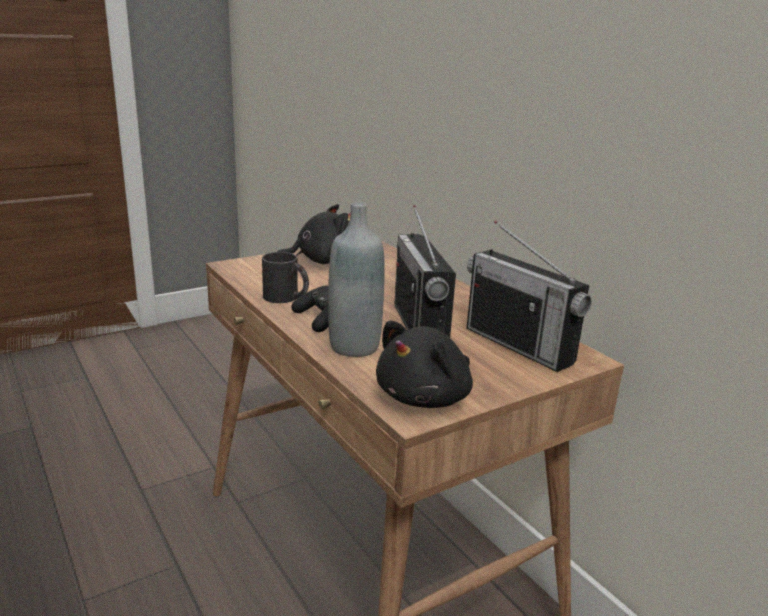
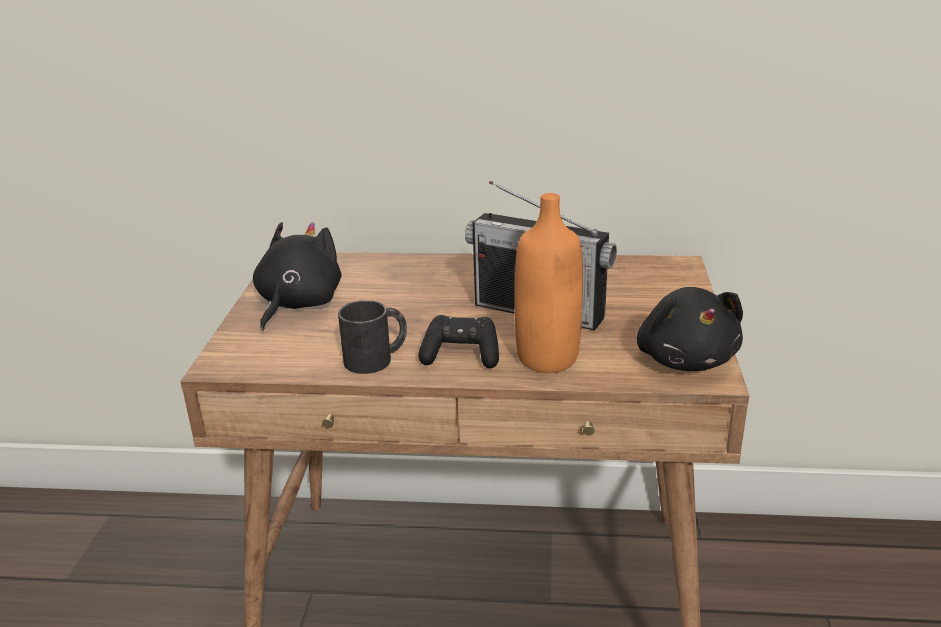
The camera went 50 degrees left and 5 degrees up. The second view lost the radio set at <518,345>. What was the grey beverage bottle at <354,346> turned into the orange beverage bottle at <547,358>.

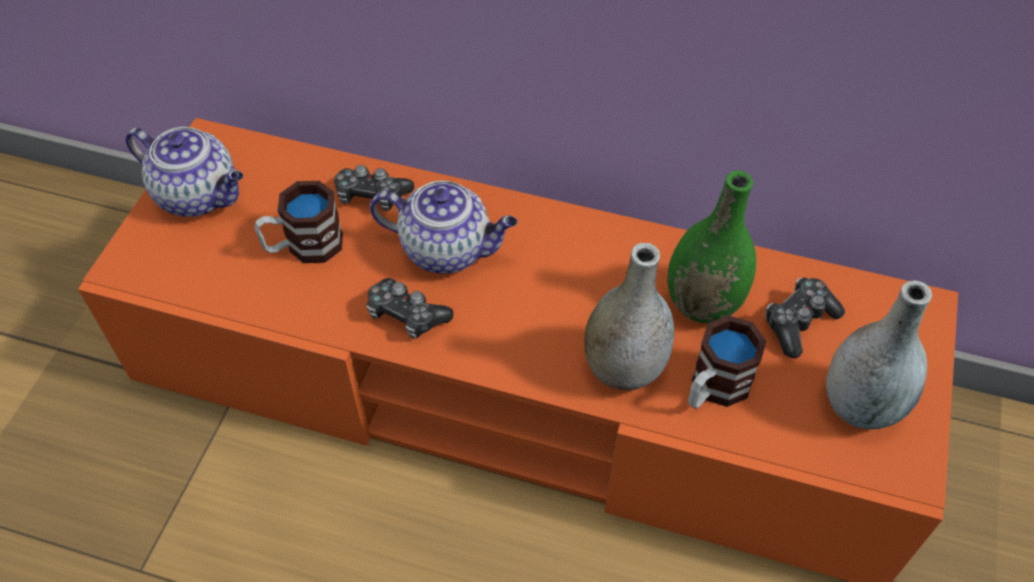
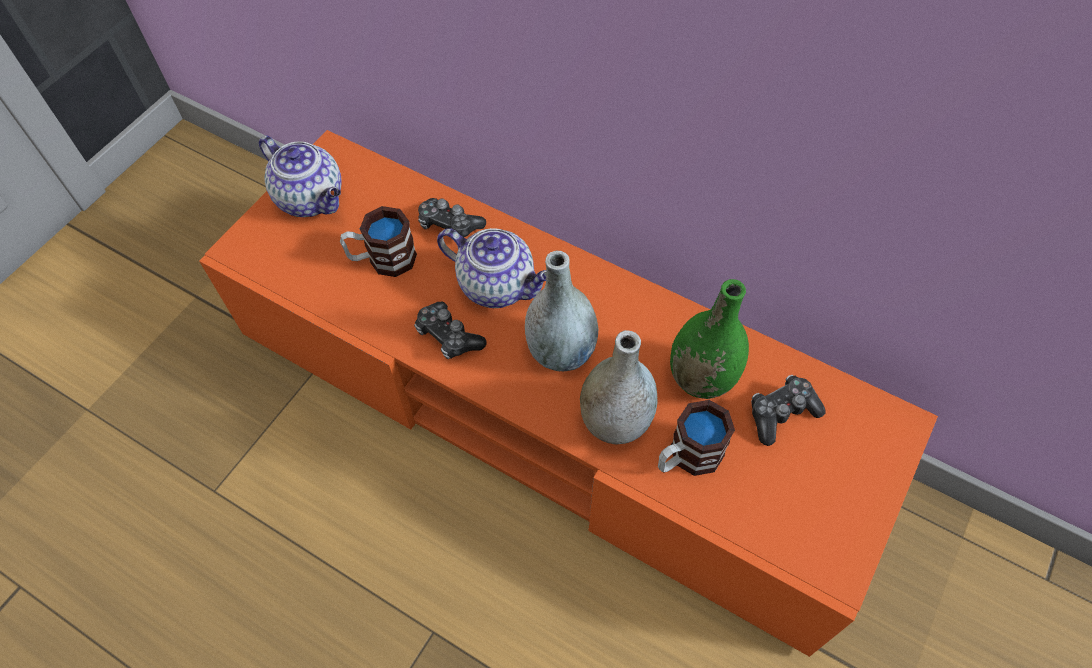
The camera went 15 degrees right and 5 degrees up. The grey decorative vase ended up elsewhere, having gone from <859,406> to <561,353>.

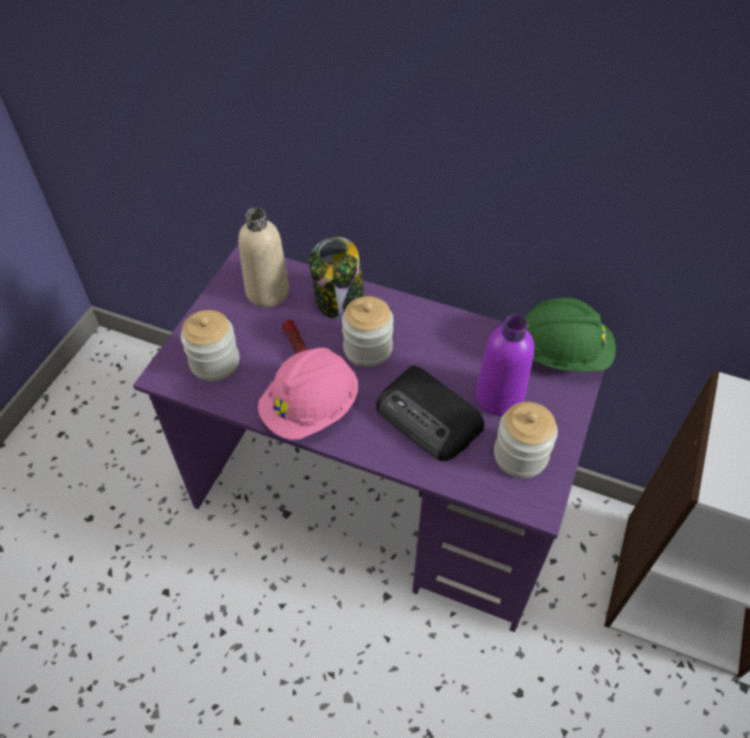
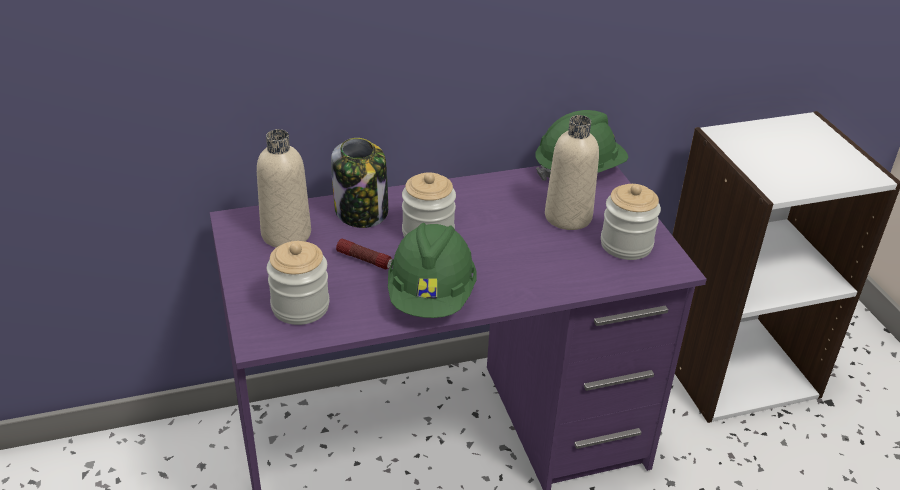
The camera went 40 degrees left and 15 degrees down. The second view lost the radio set at <429,419>. What was the pink-coloured safety helmet at <311,409> turned into the green-coloured safety helmet at <431,296>. What was the purple beverage bottle at <499,397> turned into the beige beverage bottle at <568,217>.

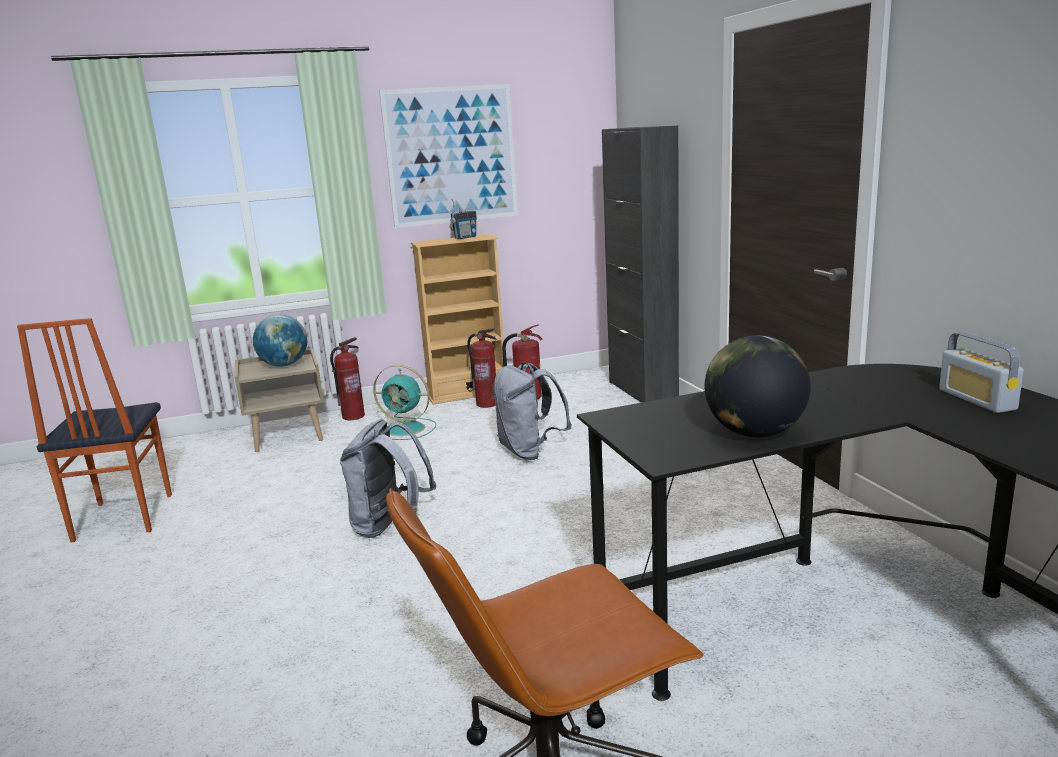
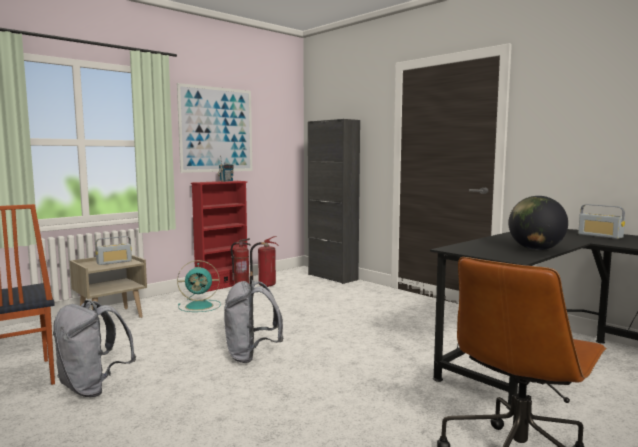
The camera went 25 degrees left and 10 degrees down. The second view lost the fire extinguisher at <353,416>. The grey knapsack ended up elsewhere, having gone from <530,452> to <93,388>. Where the world globe stood at <284,365>, the radio set came to stand at <114,262>. What was the beige shelving unit at <467,394> turned into the red-coloured shelving unit at <222,285>.

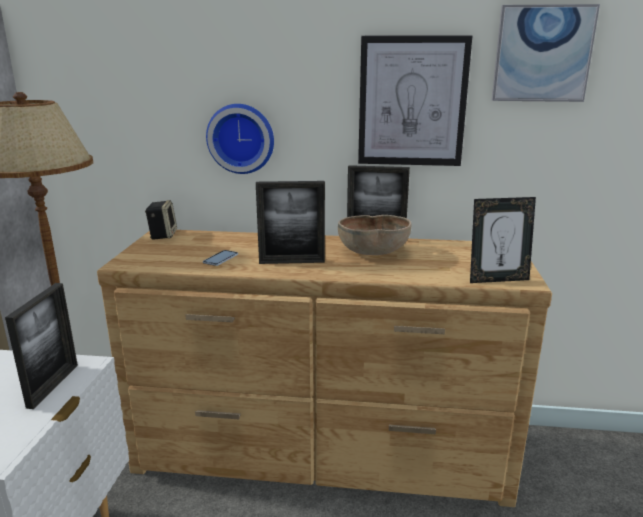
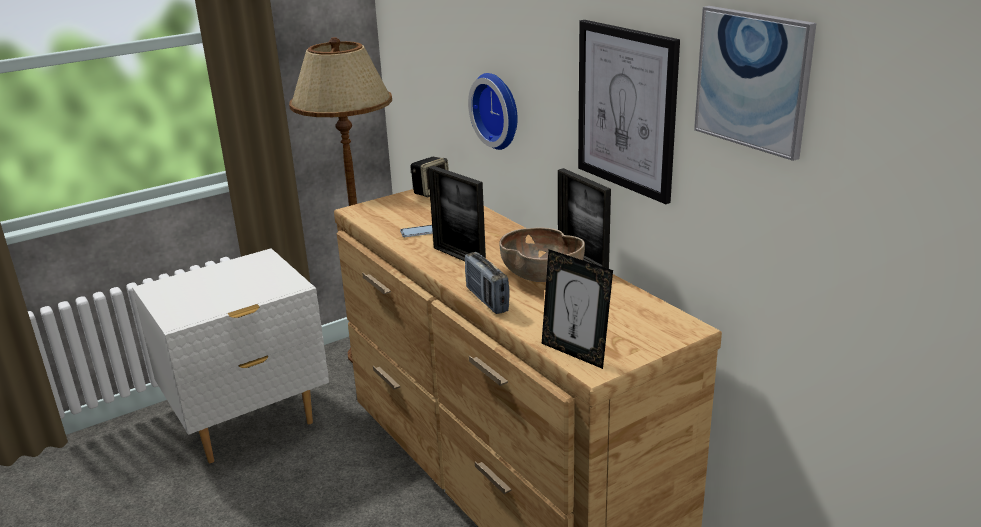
The camera went 50 degrees right and 5 degrees up. The second view lost the photo frame at <53,385>. The second view gained the radio set at <487,300>.

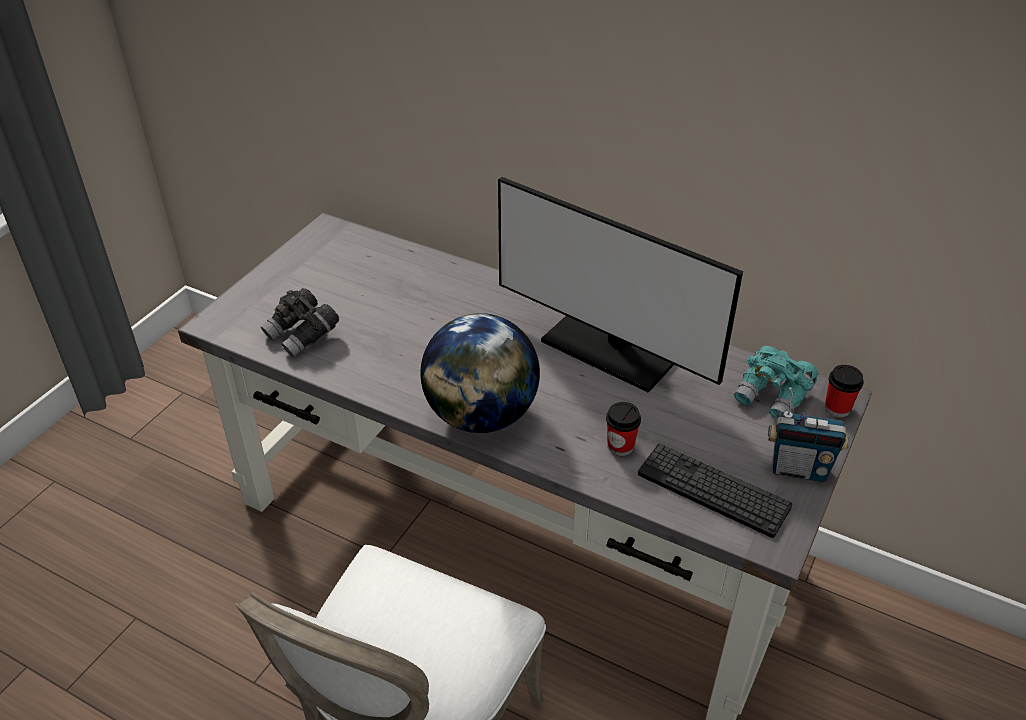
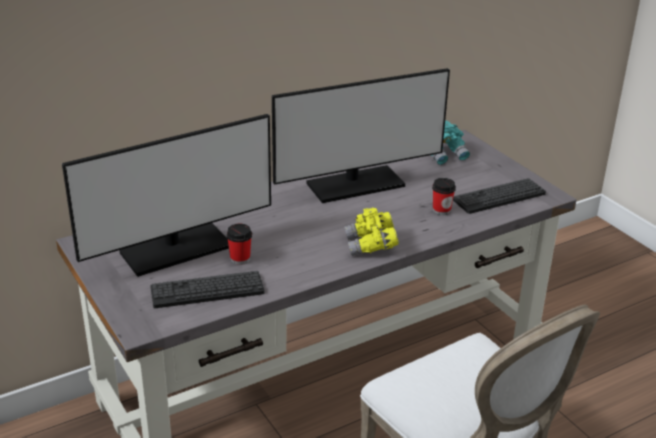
The camera went 60 degrees left and 10 degrees down. The second view lost the radio set at <798,469>. The second view gained the computer display at <176,250>. The drinking cup ended up elsewhere, having gone from <837,408> to <240,259>. Where the grey field glasses stood at <303,335>, the keyboard came to stand at <207,290>. Where the world globe stood at <481,416>, the yellow field glasses came to stand at <371,246>.

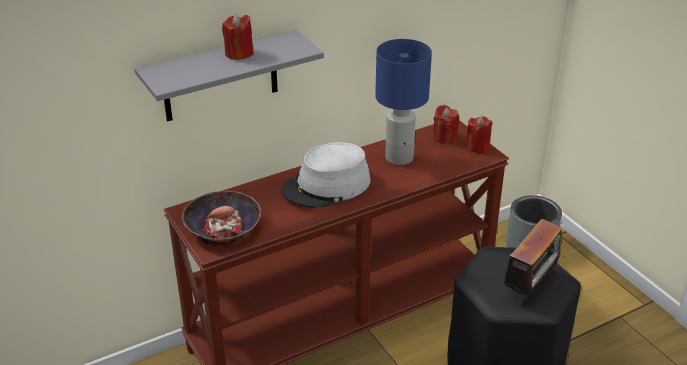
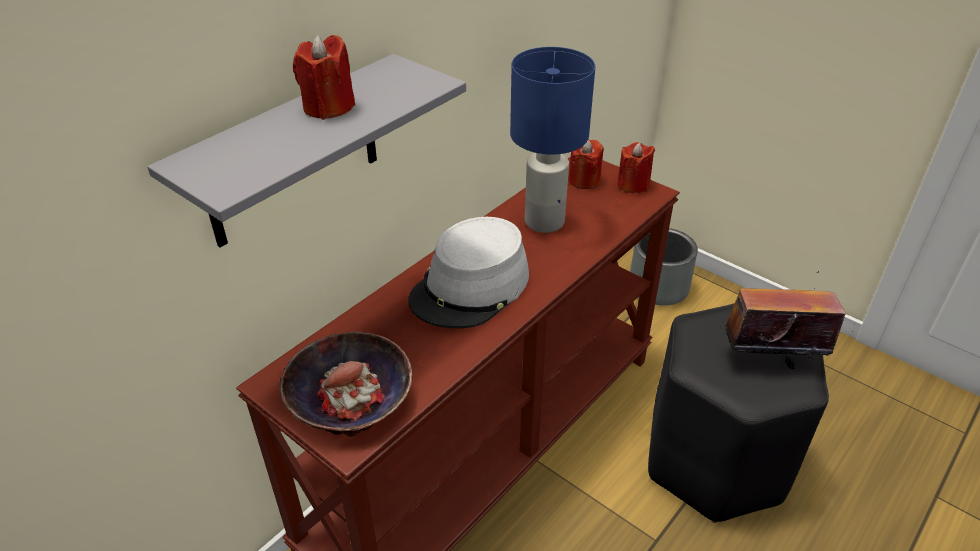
The camera went 20 degrees left and 5 degrees up. The radio set at <530,287> ended up facing another way, 105 degrees counterclockwise from before.

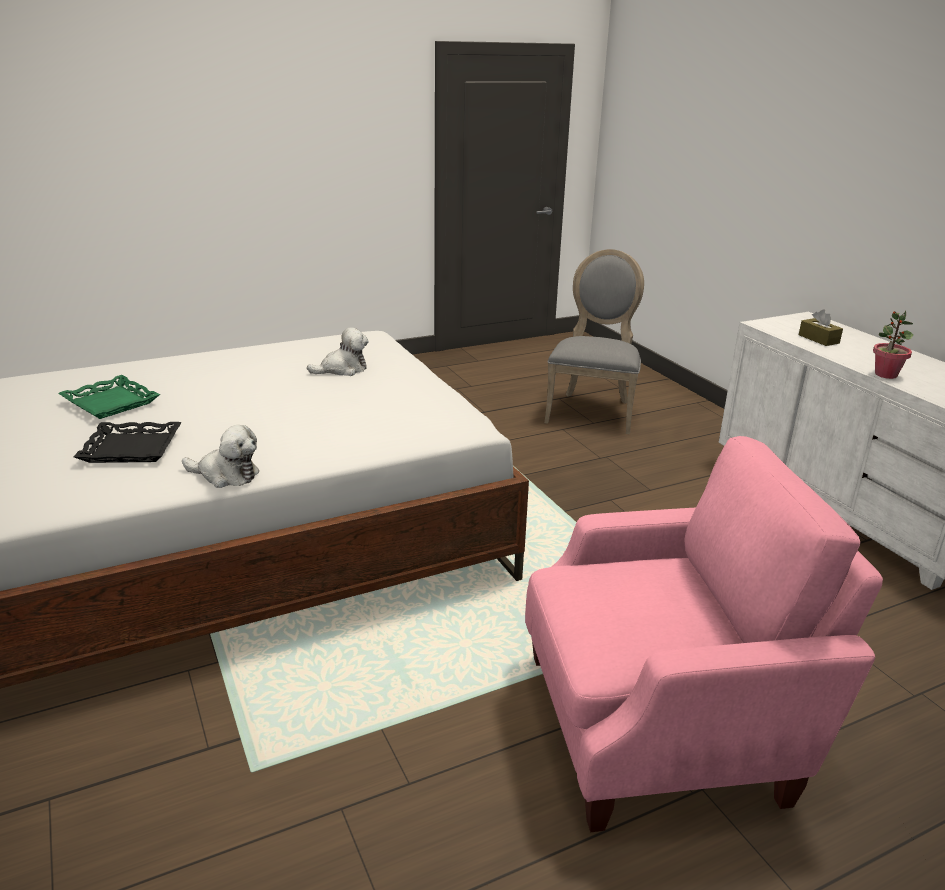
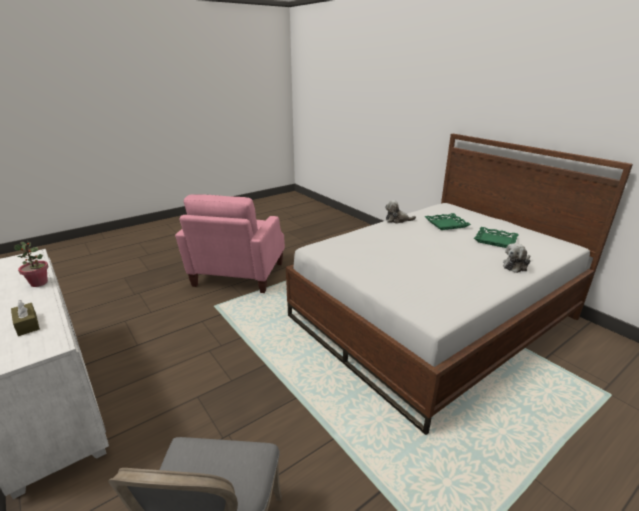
The camera went 170 degrees right and 0 degrees up. The cuddly toy ended up elsewhere, having gone from <342,369> to <516,266>. What was the black tray at <132,448> turned into the green-coloured tray at <446,224>. The pink-coloured easy chair at <660,725> ended up facing another way, 60 degrees counterclockwise from before.

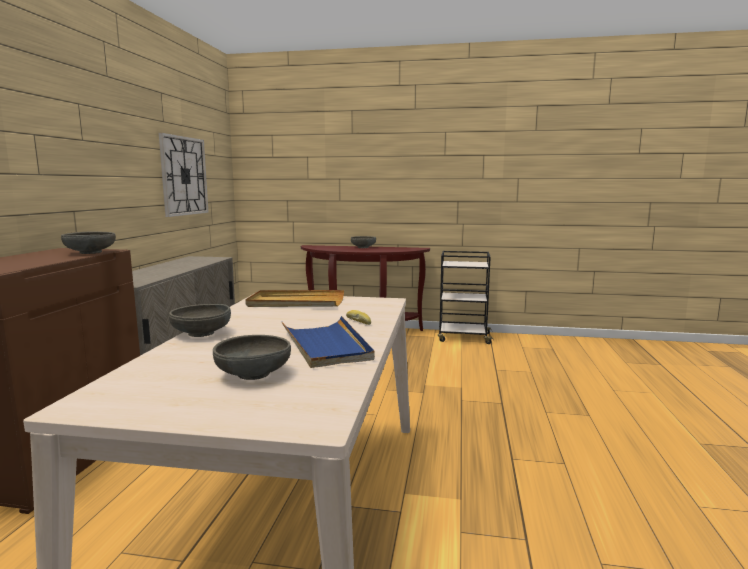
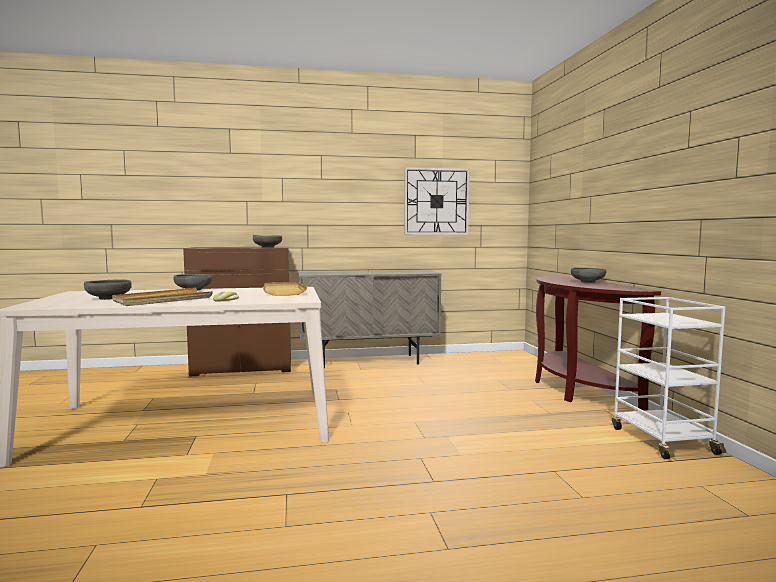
The camera went 70 degrees right and 5 degrees down. What was the bluish tray at <326,345> turned into the beige tray at <162,300>. What was the black cart at <463,337> turned into the whitish cart at <661,440>.

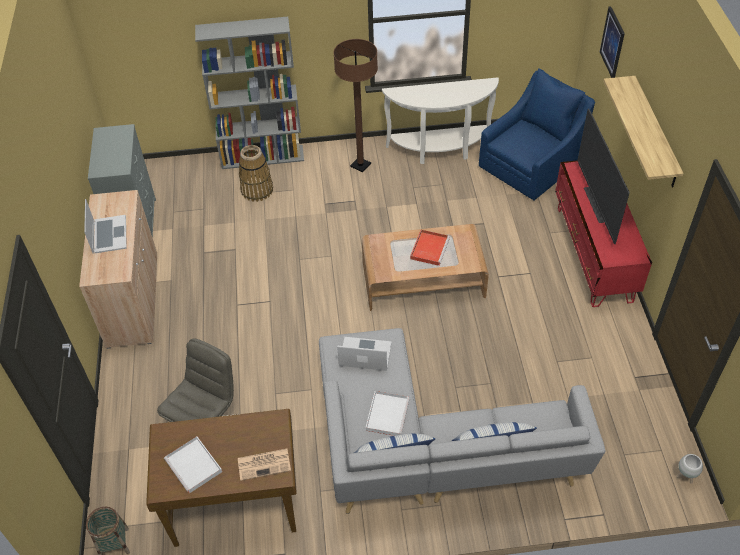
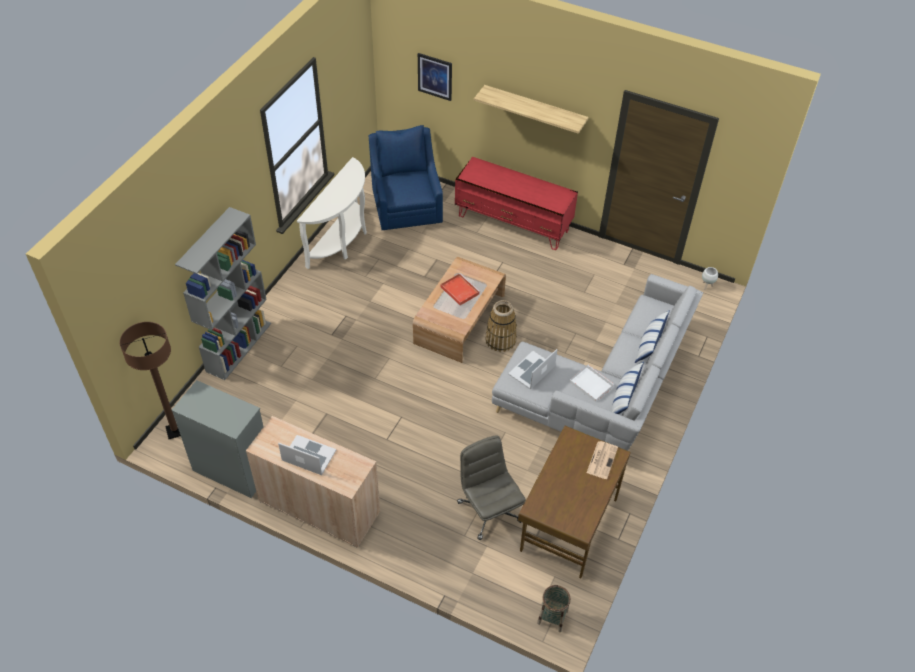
The camera went 60 degrees left and 0 degrees up. The second view lost the whitish tray at <194,466>. The second view lost the television at <595,204>. The basket ended up elsewhere, having gone from <257,190> to <500,340>. The brownish standing lamp ended up elsewhere, having gone from <360,165> to <175,431>.

